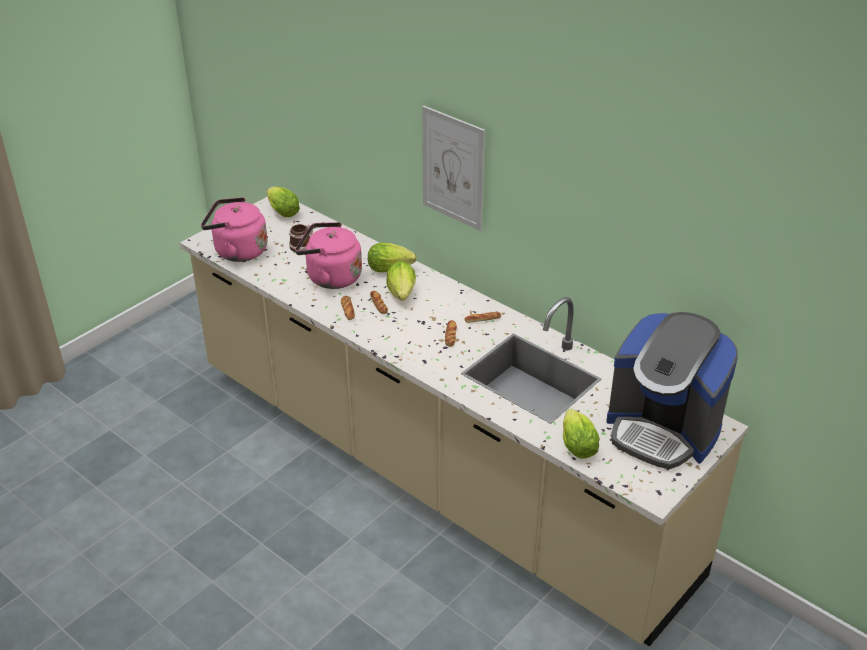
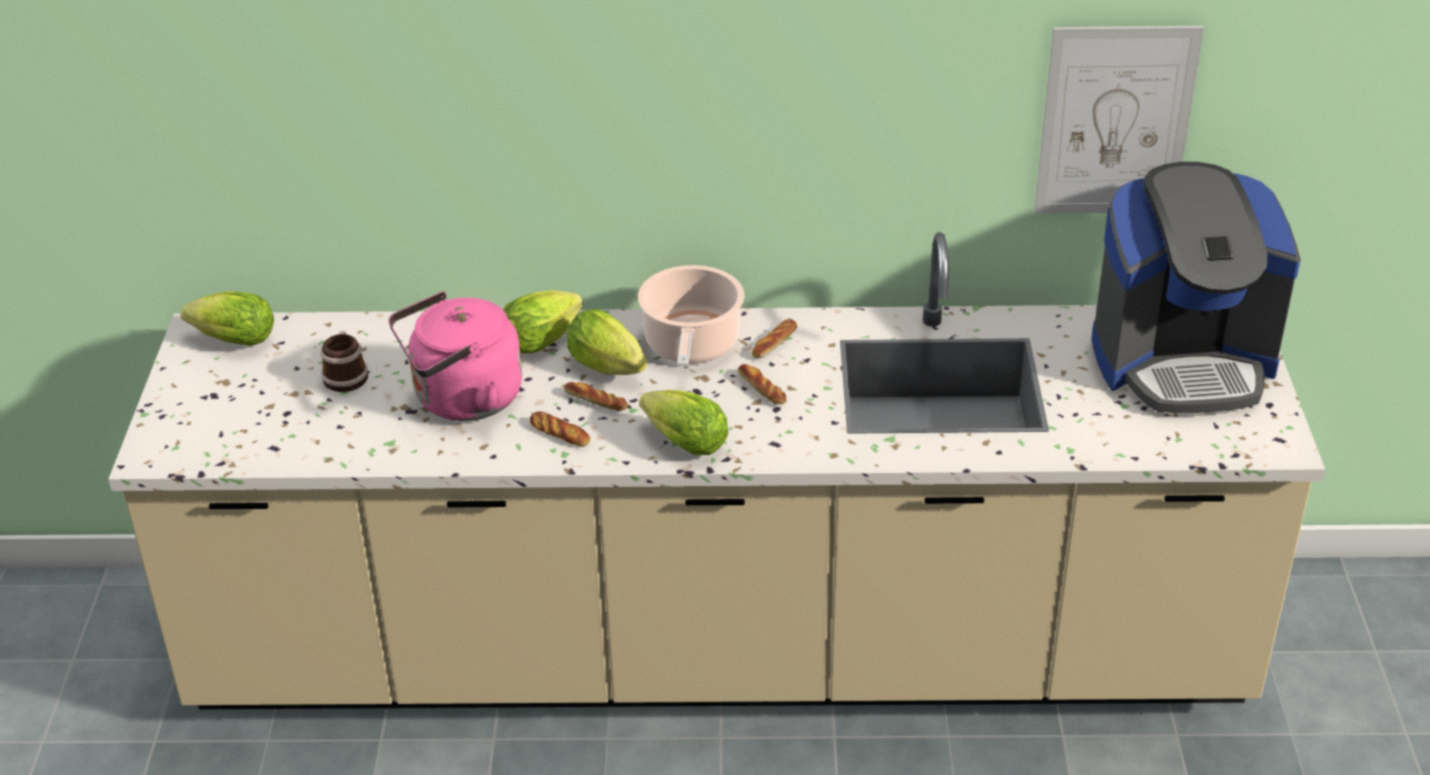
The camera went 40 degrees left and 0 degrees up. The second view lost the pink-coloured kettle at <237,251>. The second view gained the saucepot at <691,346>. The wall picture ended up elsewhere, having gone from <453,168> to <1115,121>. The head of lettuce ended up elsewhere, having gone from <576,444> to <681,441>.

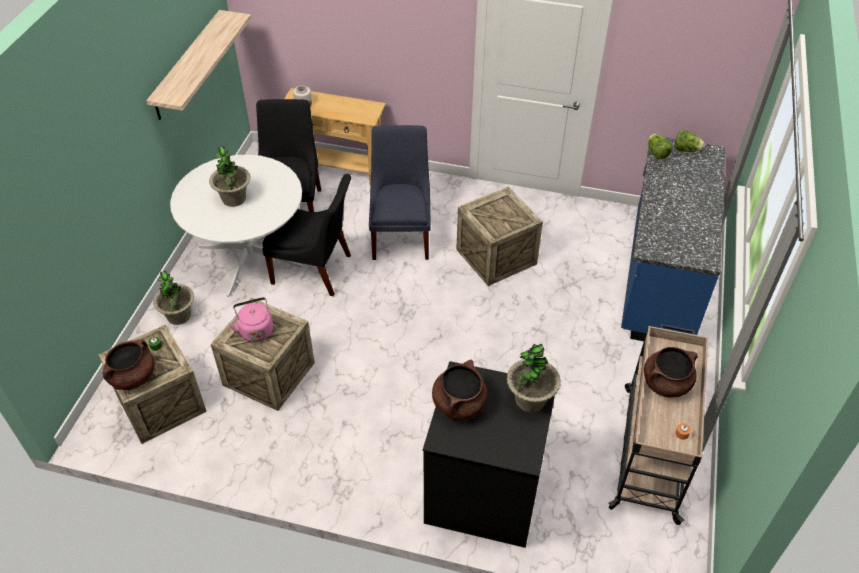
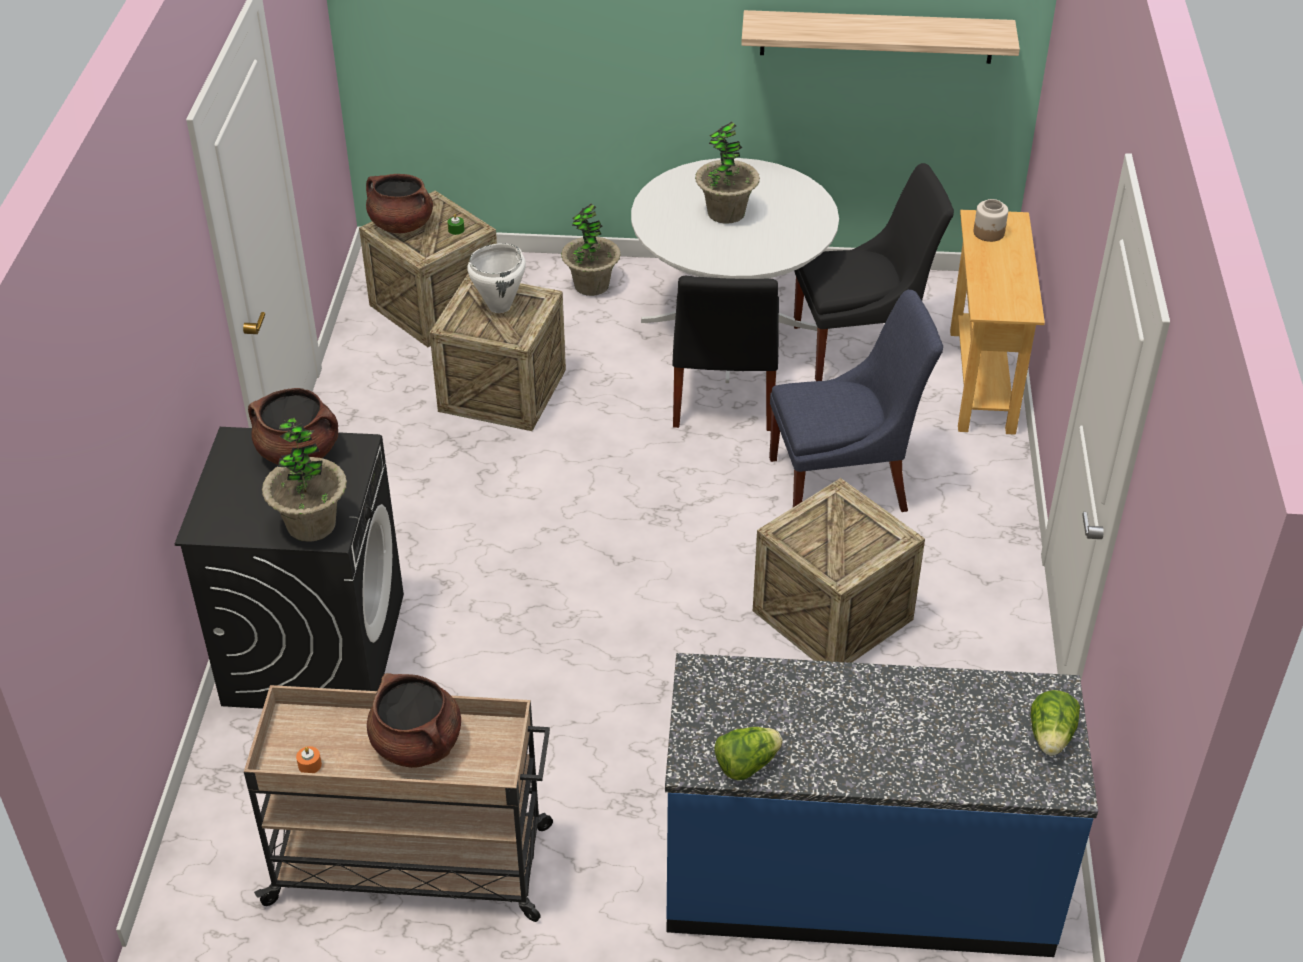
The camera went 80 degrees right and 5 degrees down. The head of lettuce ended up elsewhere, having gone from <656,153> to <746,764>. Where the pink-coloured kettle stood at <255,330>, the whitish saucepot came to stand at <500,306>.

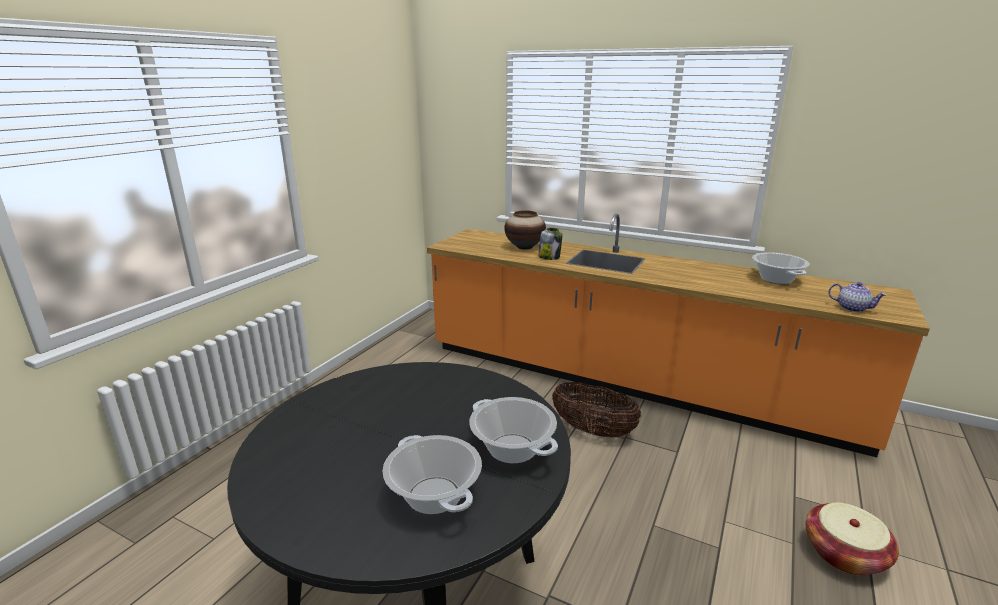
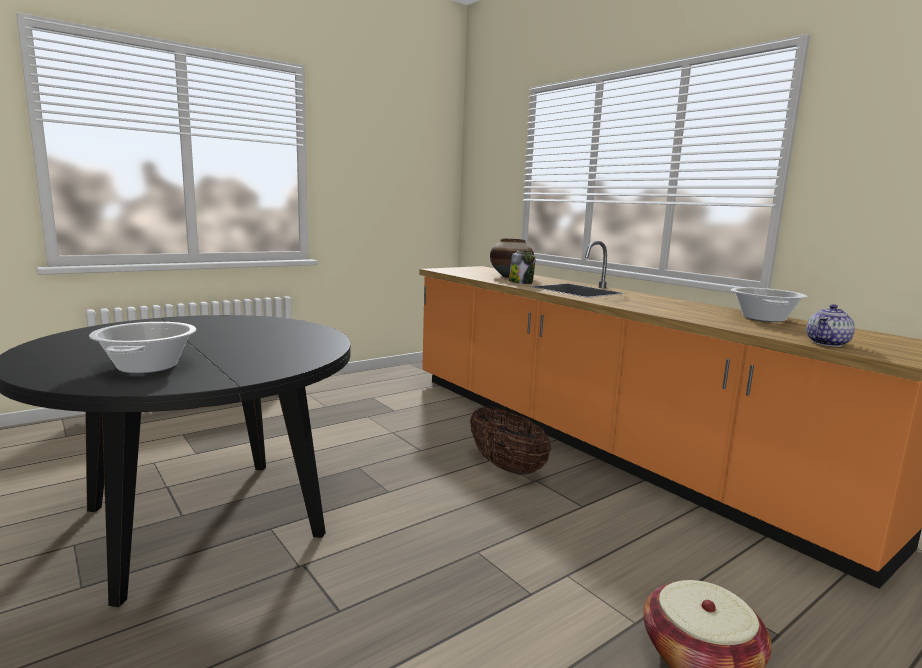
The camera went 25 degrees right and 10 degrees down. The second view lost the saucepot at <513,448>. The tea pot at <852,308> ended up facing another way, 75 degrees clockwise from before.

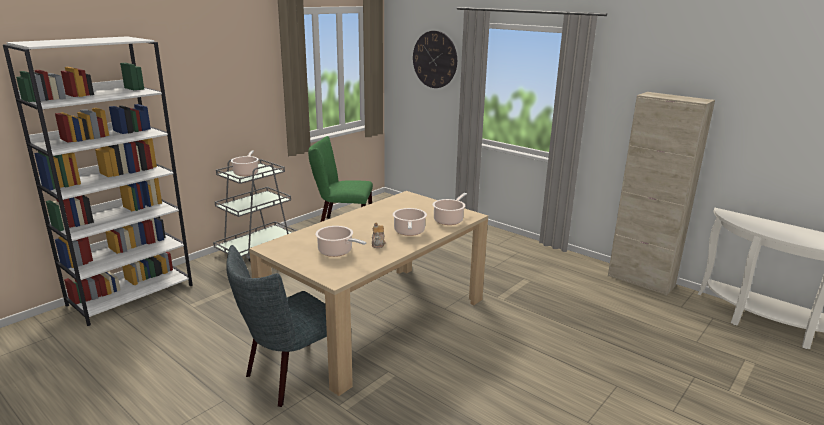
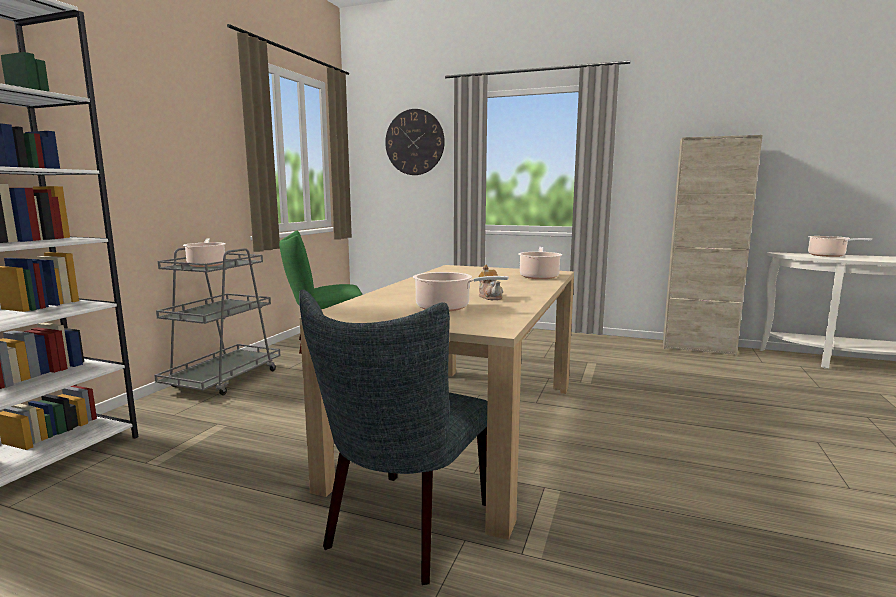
The camera went 20 degrees left and 10 degrees down. The saucepot ended up elsewhere, having gone from <409,232> to <828,255>.

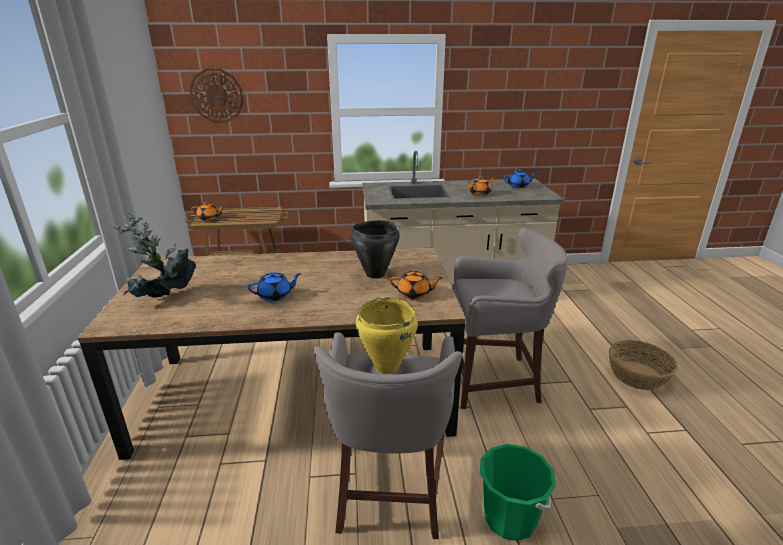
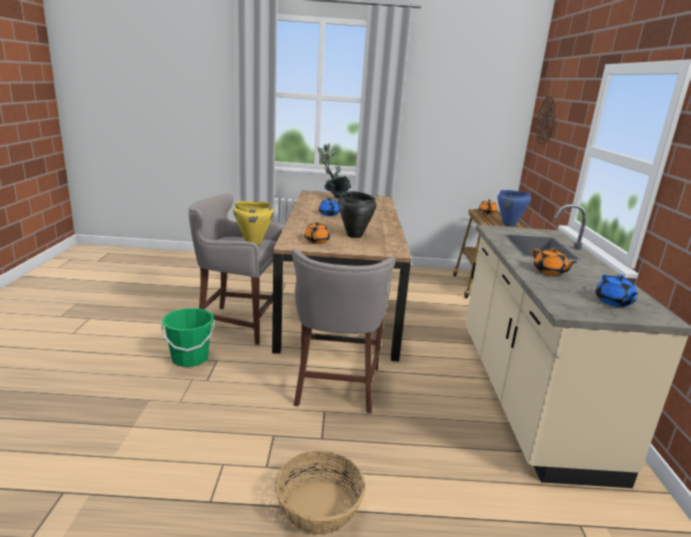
The camera went 95 degrees right and 5 degrees down. The second view gained the bluish saucepot at <509,224>.

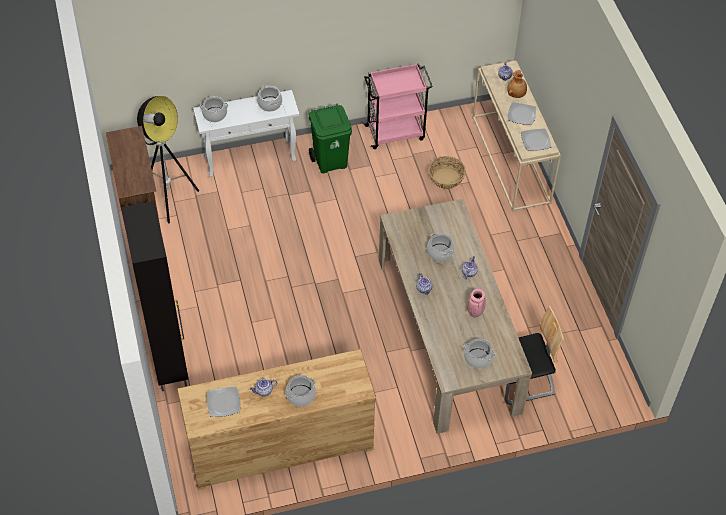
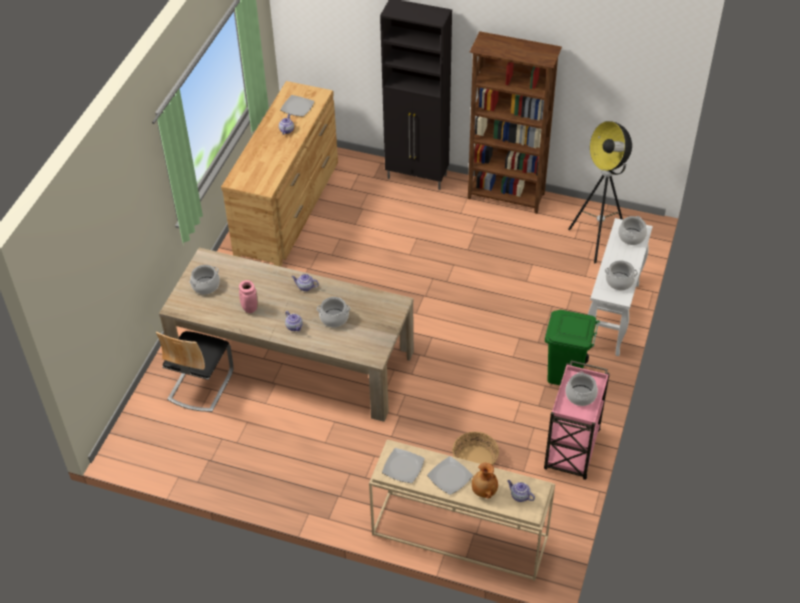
The camera went 125 degrees right and 5 degrees down. The saucepot ended up elsewhere, having gone from <301,395> to <580,395>.

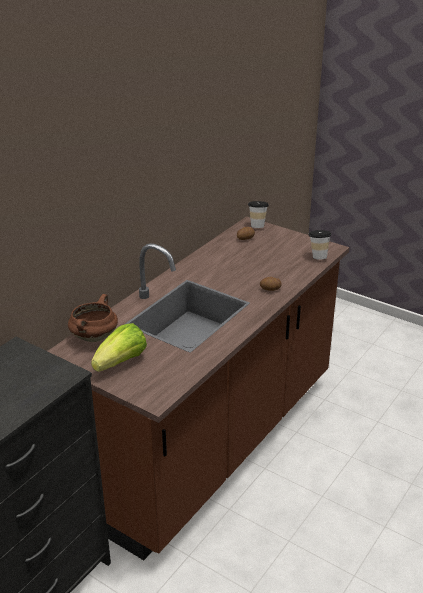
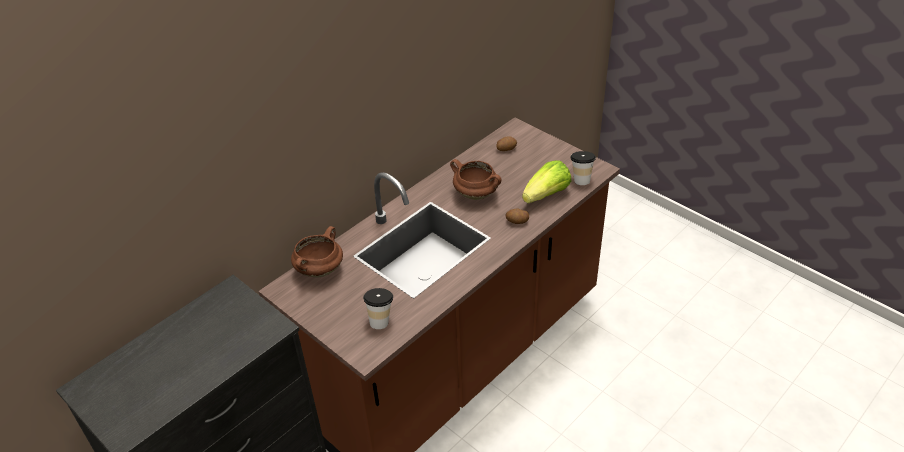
The camera went 10 degrees right and 10 degrees up. The second view gained the brownish saucepot at <476,194>. The head of lettuce ended up elsewhere, having gone from <121,362> to <547,195>. The drinking cup ended up elsewhere, having gone from <257,225> to <381,320>.

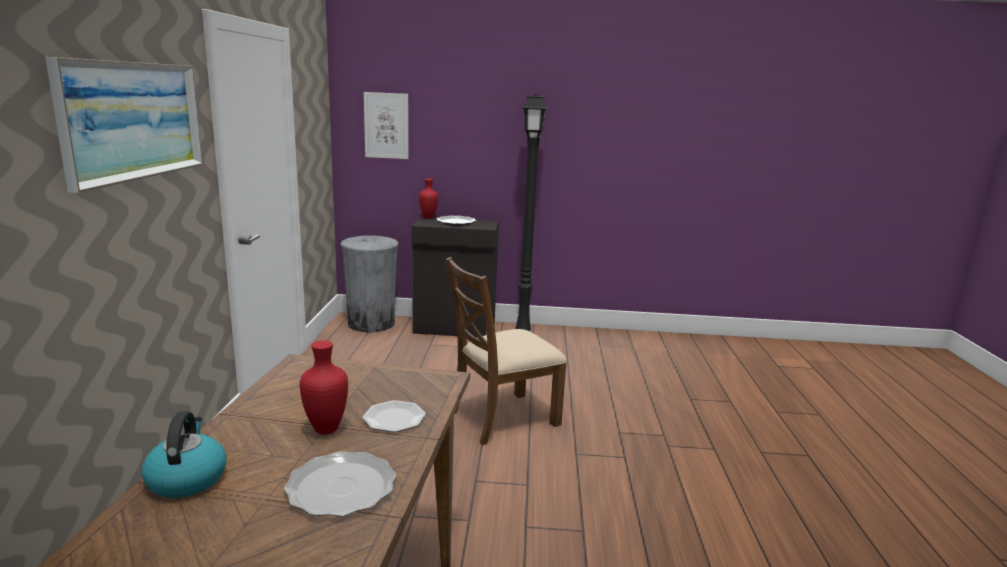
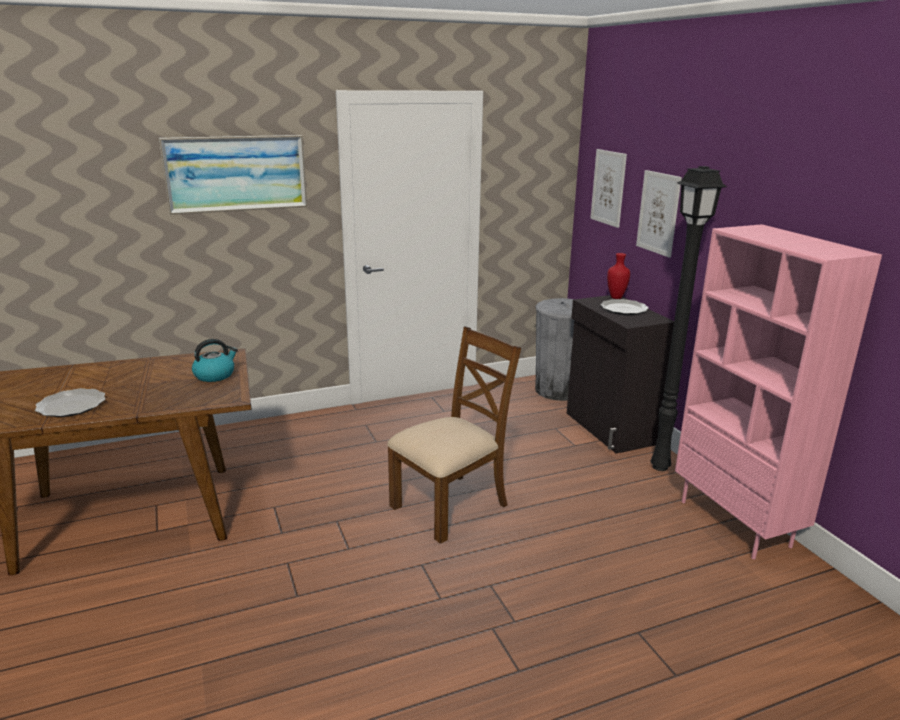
The camera went 65 degrees right and 5 degrees up. The second view lost the red-coloured decorative vase at <325,429>. The second view lost the flat dish at <394,418>. The second view gained the wall picture at <658,213>. The second view gained the pink-coloured shelving unit at <736,523>. The kettle ended up elsewhere, having gone from <187,478> to <215,375>. The brownish chair at <502,418> ended up facing another way, 105 degrees clockwise from before.

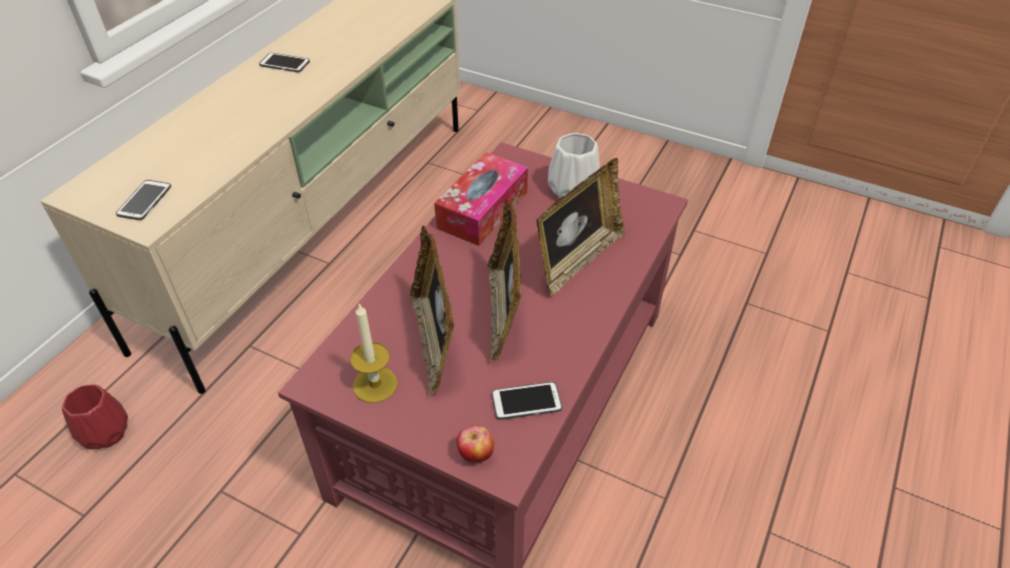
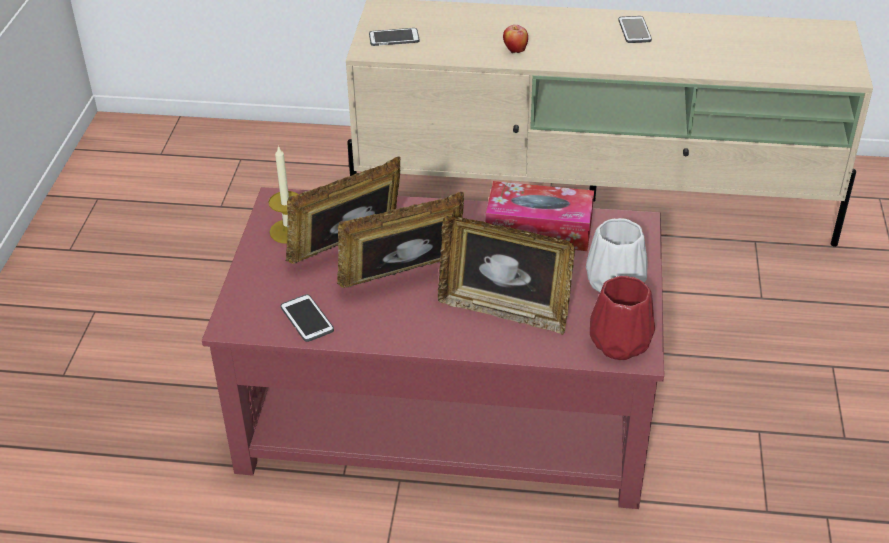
The camera went 70 degrees right and 5 degrees down. The red-coloured decorative vase ended up elsewhere, having gone from <106,432> to <621,343>. The apple ended up elsewhere, having gone from <475,455> to <515,51>.

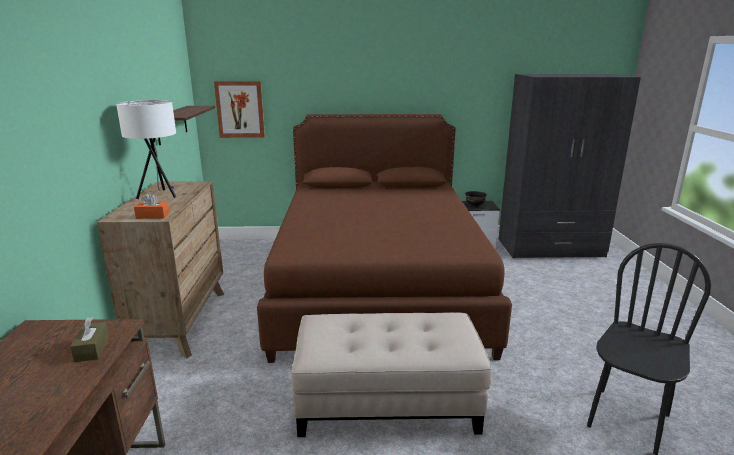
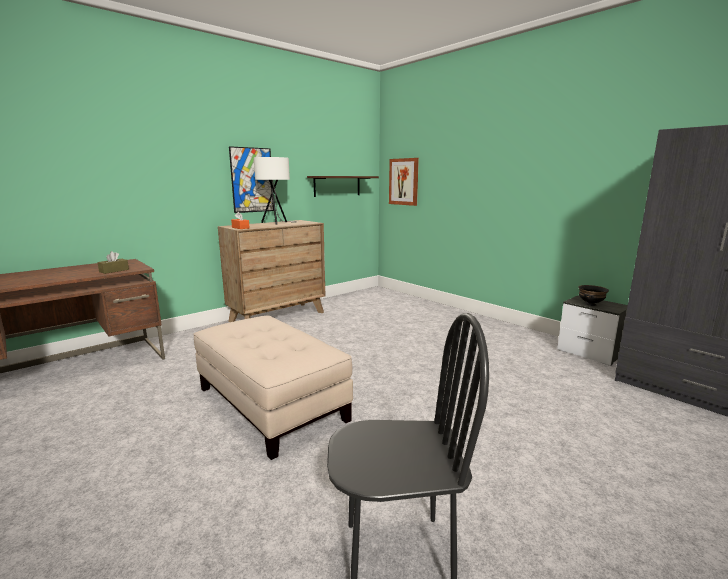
The camera went 50 degrees right and 5 degrees down. The second view lost the brownish sleeping bed at <377,286>. The second view gained the wall picture at <252,180>.

